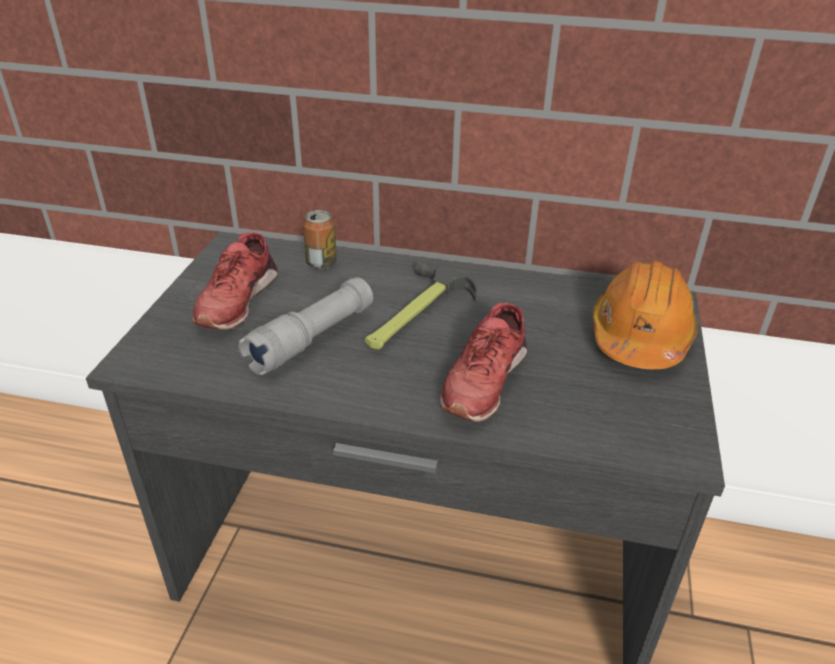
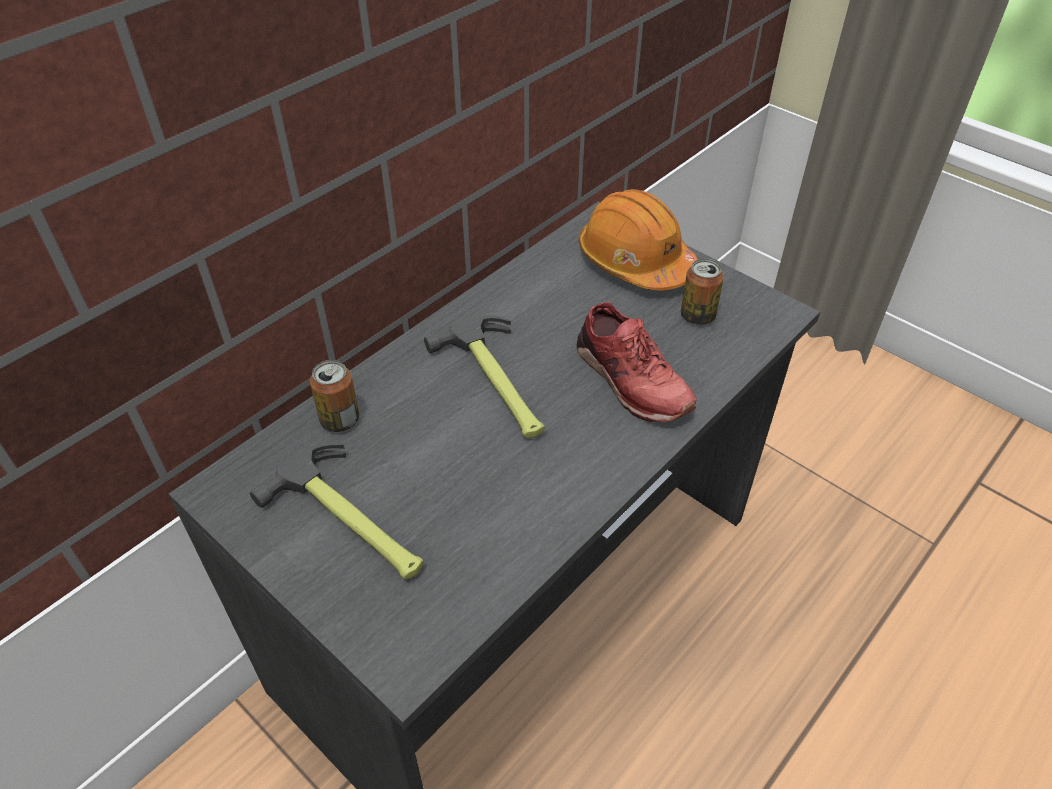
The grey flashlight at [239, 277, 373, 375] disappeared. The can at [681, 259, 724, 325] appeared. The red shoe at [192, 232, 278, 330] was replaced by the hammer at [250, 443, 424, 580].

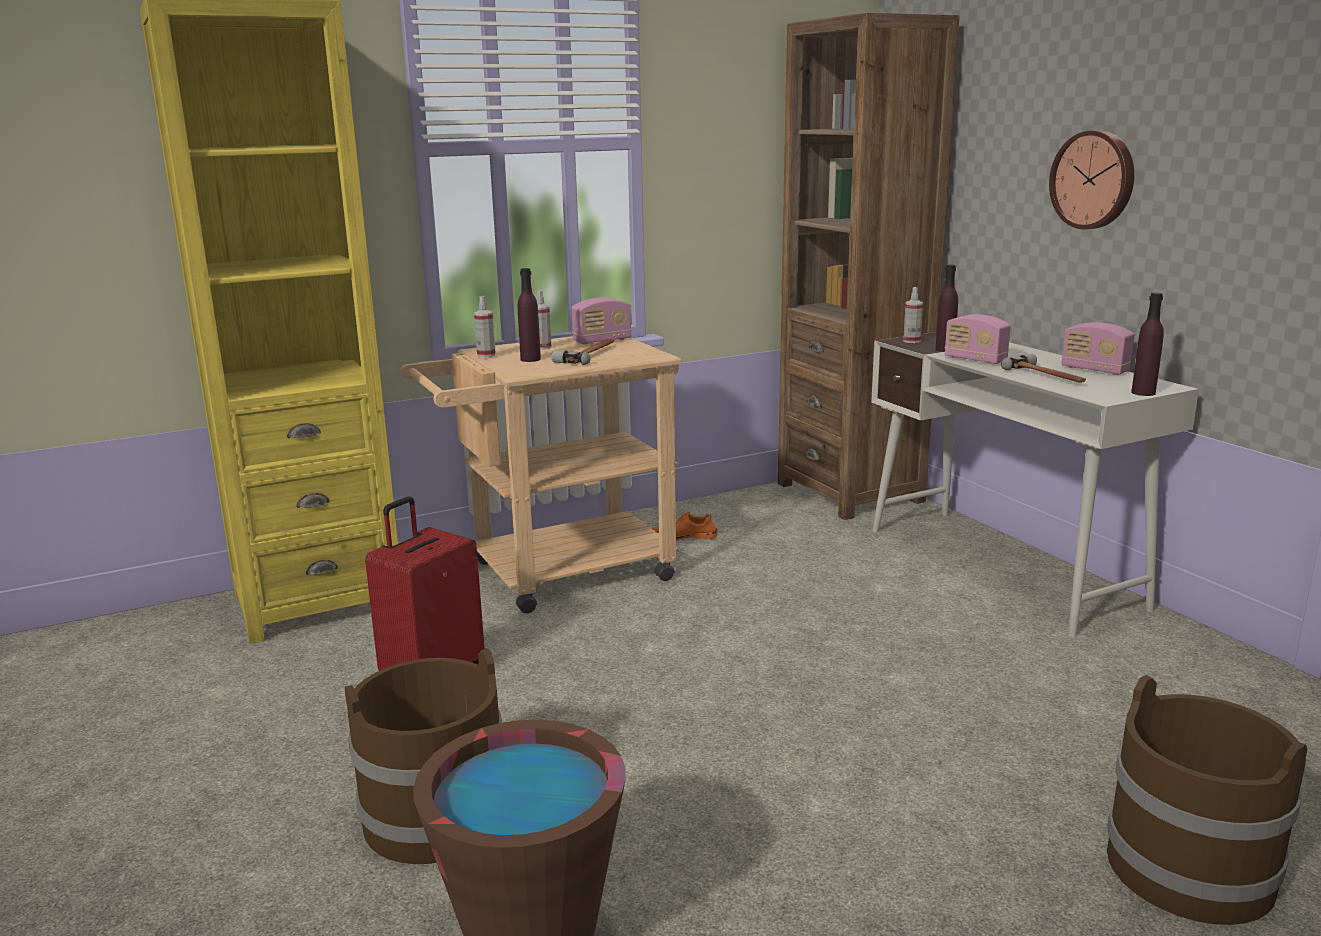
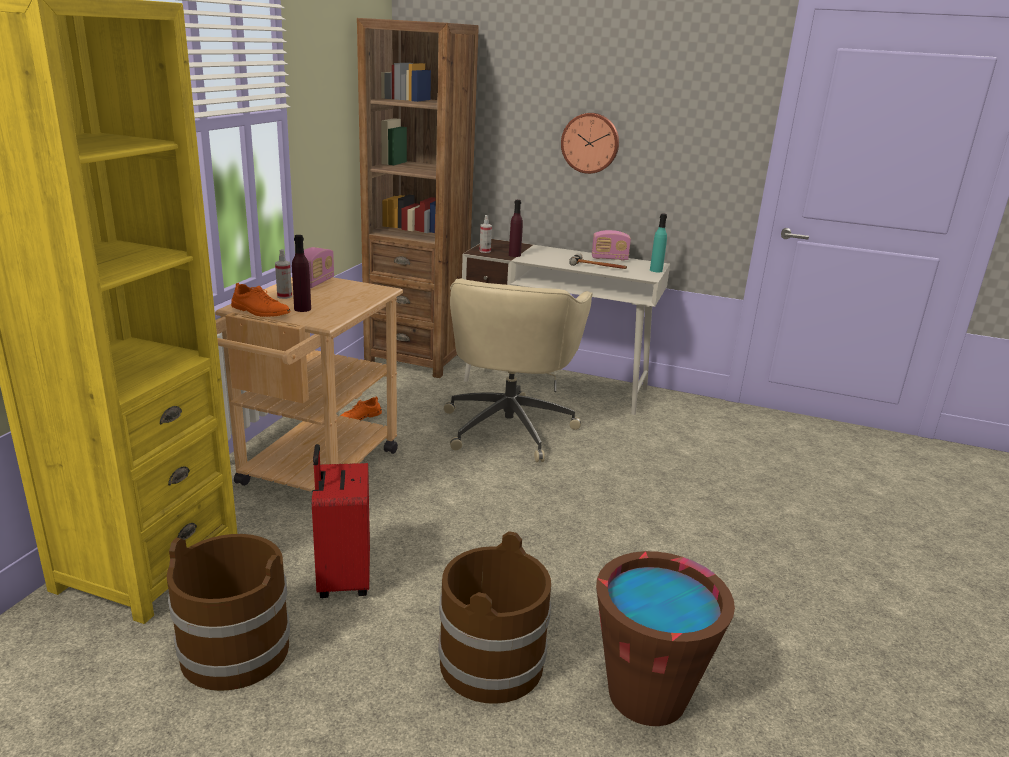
The hammer at [551, 339, 614, 365] disappeared. The radio at [945, 314, 1011, 364] disappeared. The beige office chair at [444, 278, 592, 462] appeared. The brown bucket moved from [1107, 675, 1307, 925] to [167, 534, 290, 691]. The spray bottle at [474, 296, 496, 357] was replaced by the orange shoe at [231, 283, 290, 317]. The purple bottle at [1131, 292, 1164, 396] became the turquoise bottle at [650, 214, 667, 272].

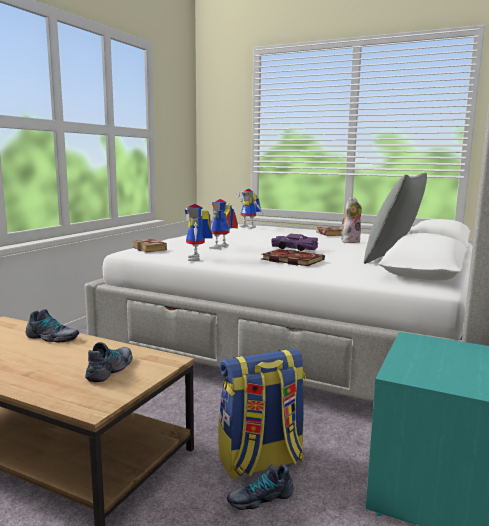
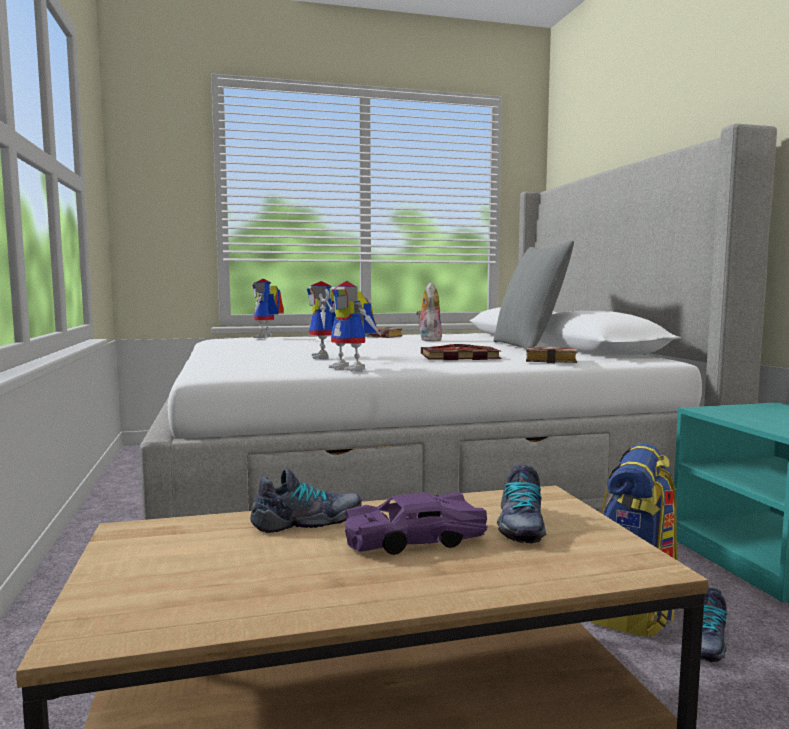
The book moved from [133, 239, 167, 253] to [526, 347, 578, 363]. The purple toy car moved from [272, 234, 318, 251] to [345, 492, 488, 555]. The shoe at [85, 342, 132, 382] turned 150 degrees counterclockwise. The toy robot at [235, 189, 263, 229] turned 90 degrees clockwise.

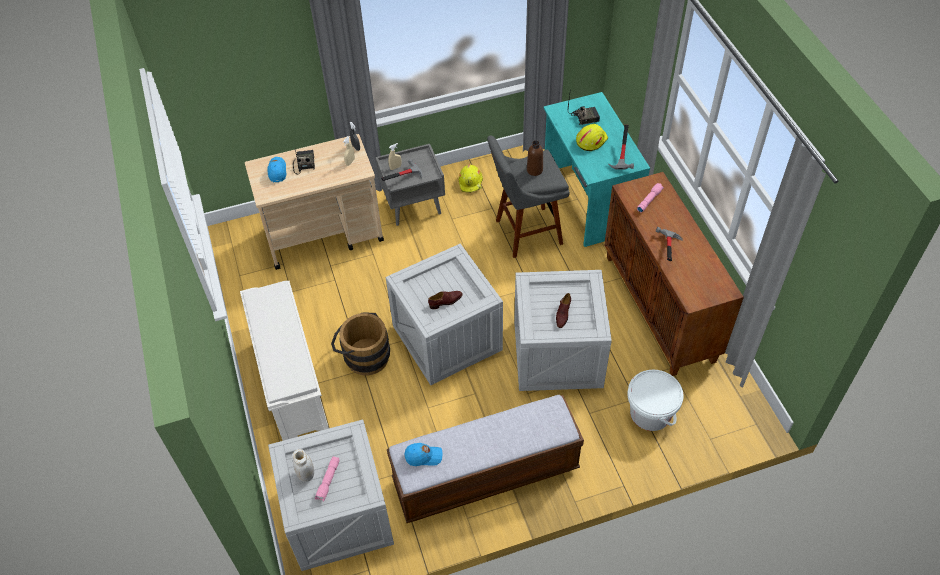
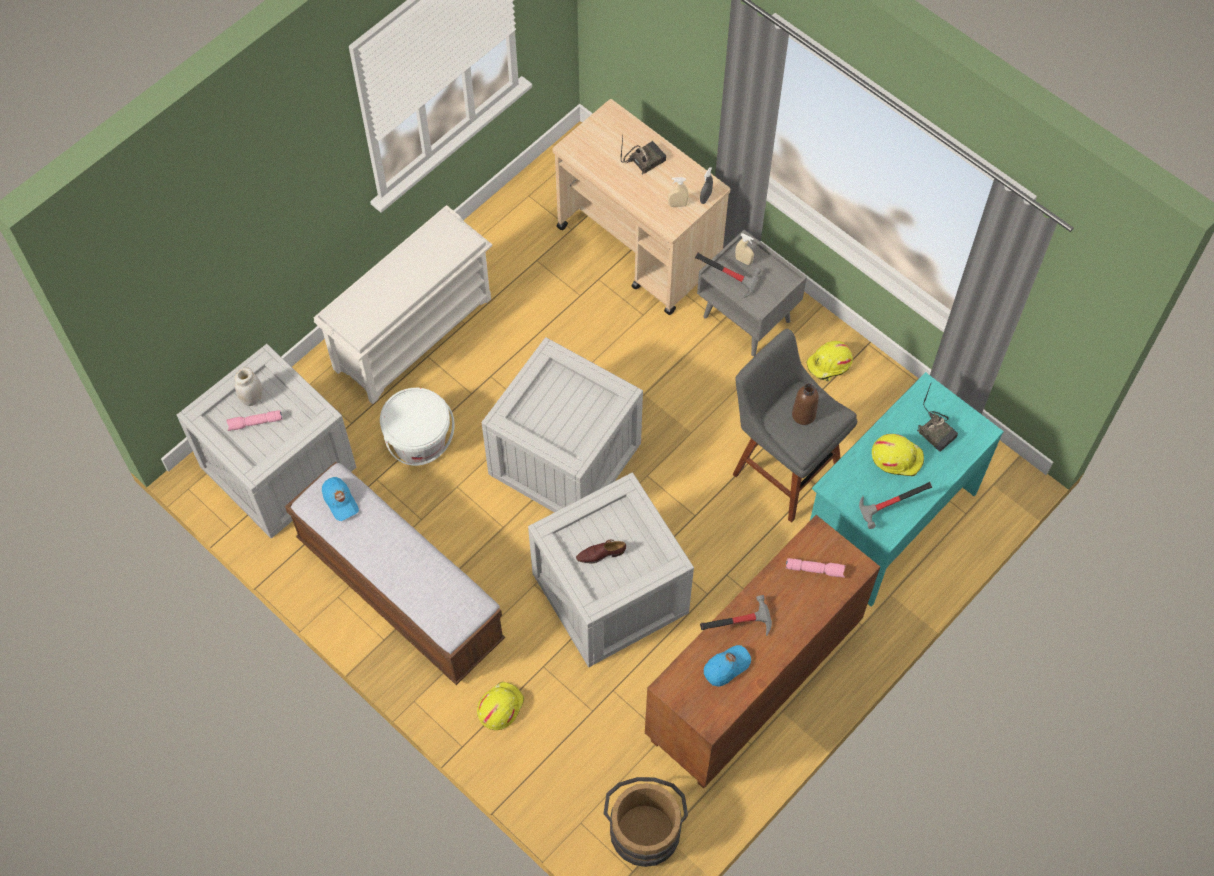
The brown shoe at [428, 291, 463, 309] disappeared. The yellow hard hat at [477, 682, 524, 730] appeared. The blue cap moved from [268, 157, 286, 182] to [704, 645, 751, 686]. The brown bucket moved from [331, 313, 390, 375] to [604, 777, 688, 867]. The white bucket moved from [627, 370, 684, 431] to [380, 388, 455, 466].

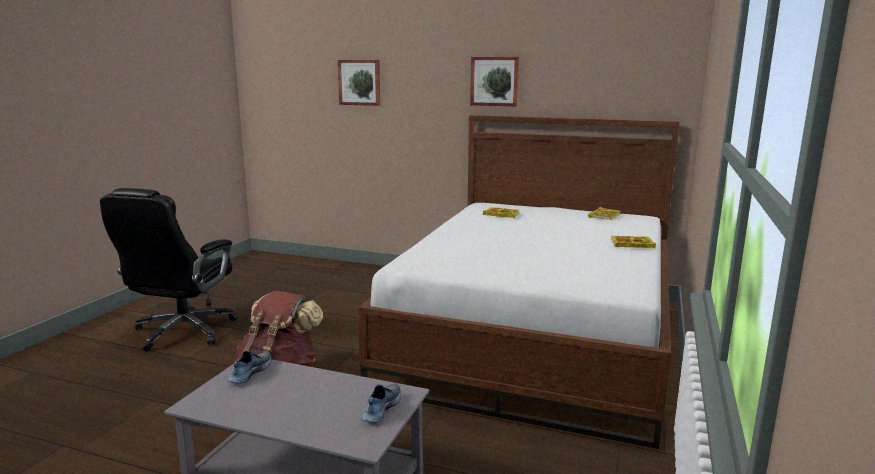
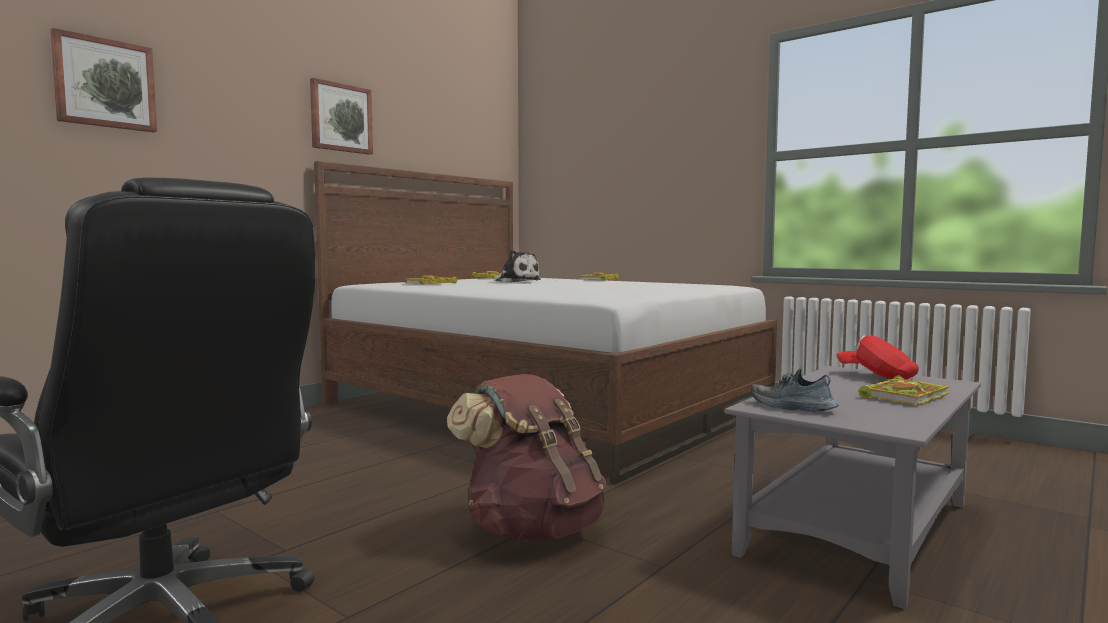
The plush toy at [493, 250, 541, 283] appeared. The book at [859, 376, 950, 405] appeared. The shoe at [361, 383, 401, 423] was replaced by the red cap at [836, 335, 919, 380].

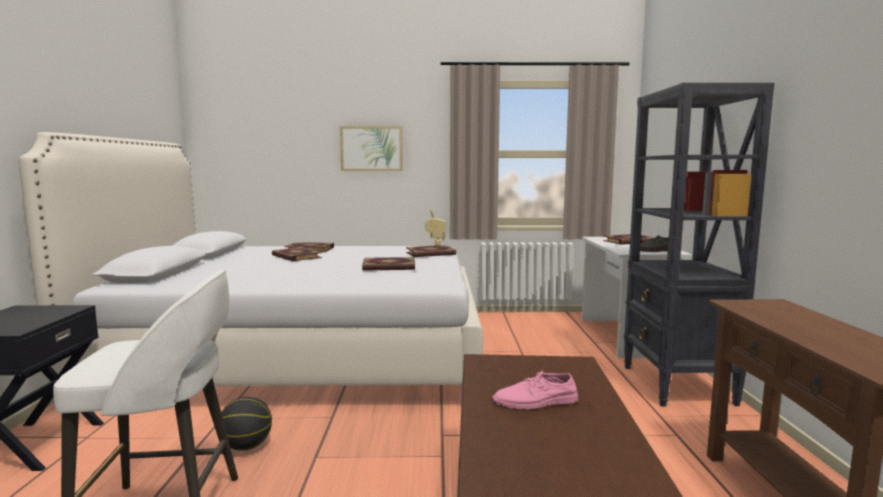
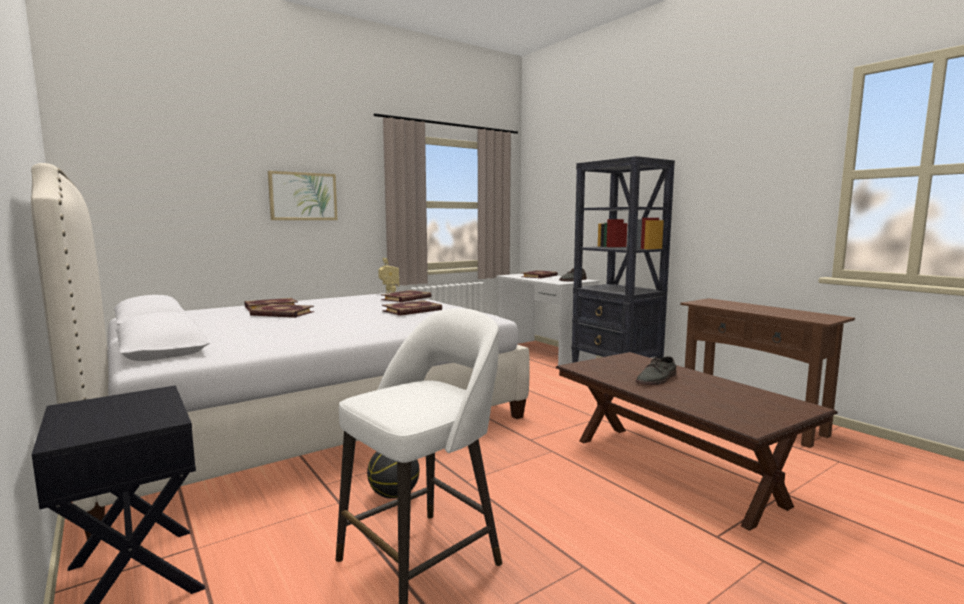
The pink shoe at [492, 370, 578, 410] became the grey shoe at [636, 356, 677, 385].

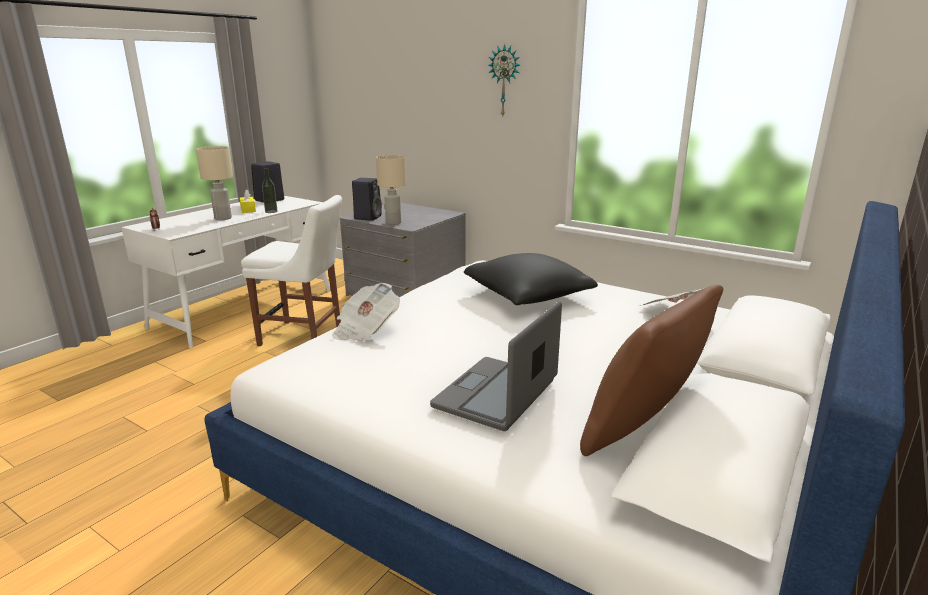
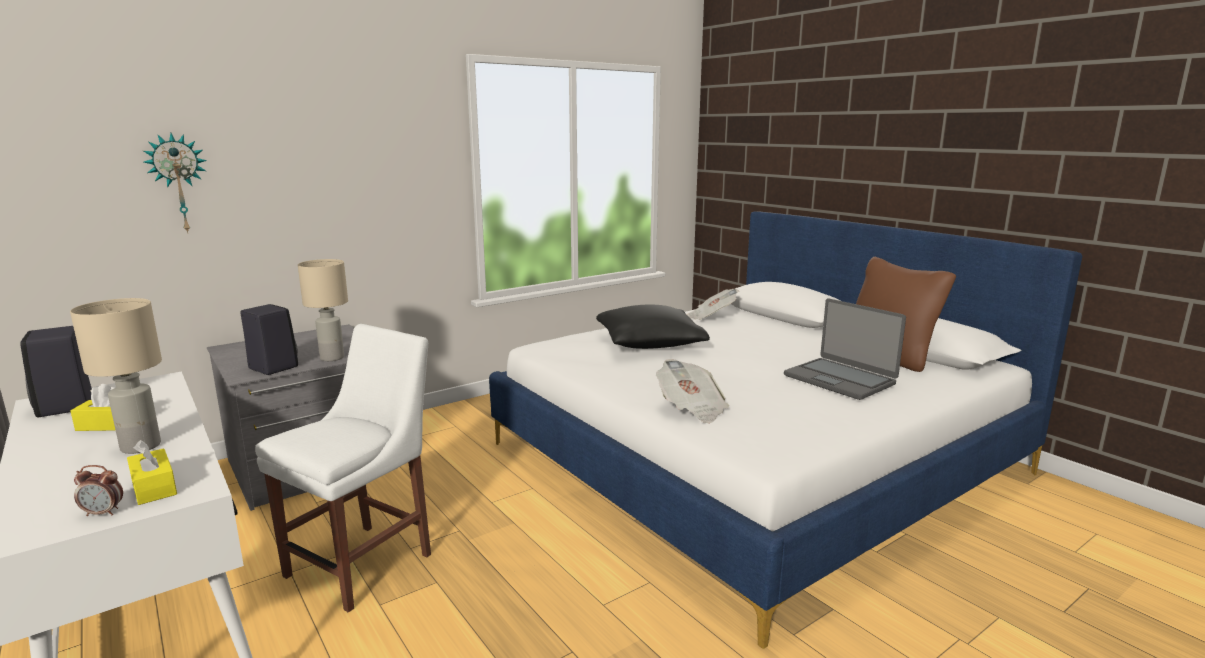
The bottle at [262, 168, 277, 213] disappeared. The yellow tissue box at [127, 440, 177, 505] appeared. The wall clock moved from [488, 44, 520, 118] to [144, 133, 207, 233].

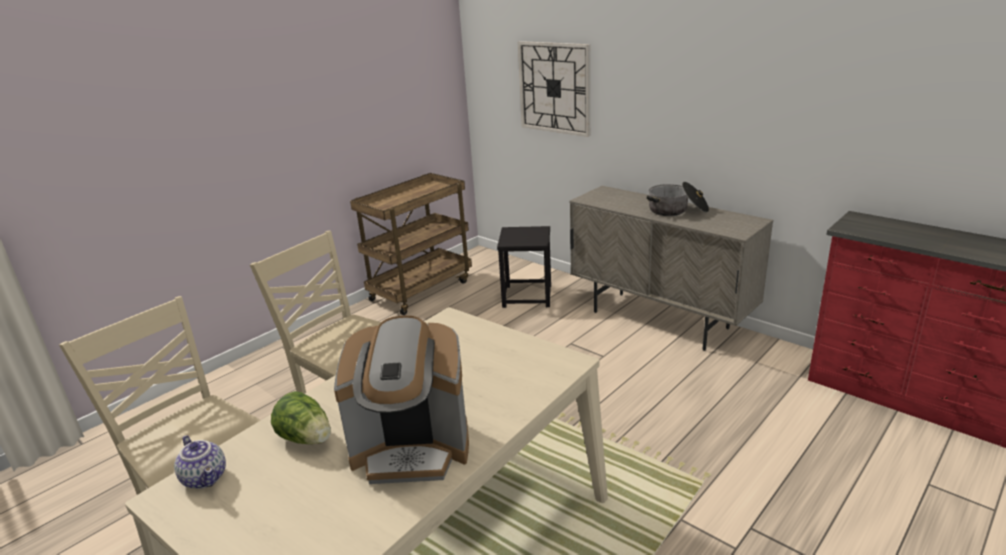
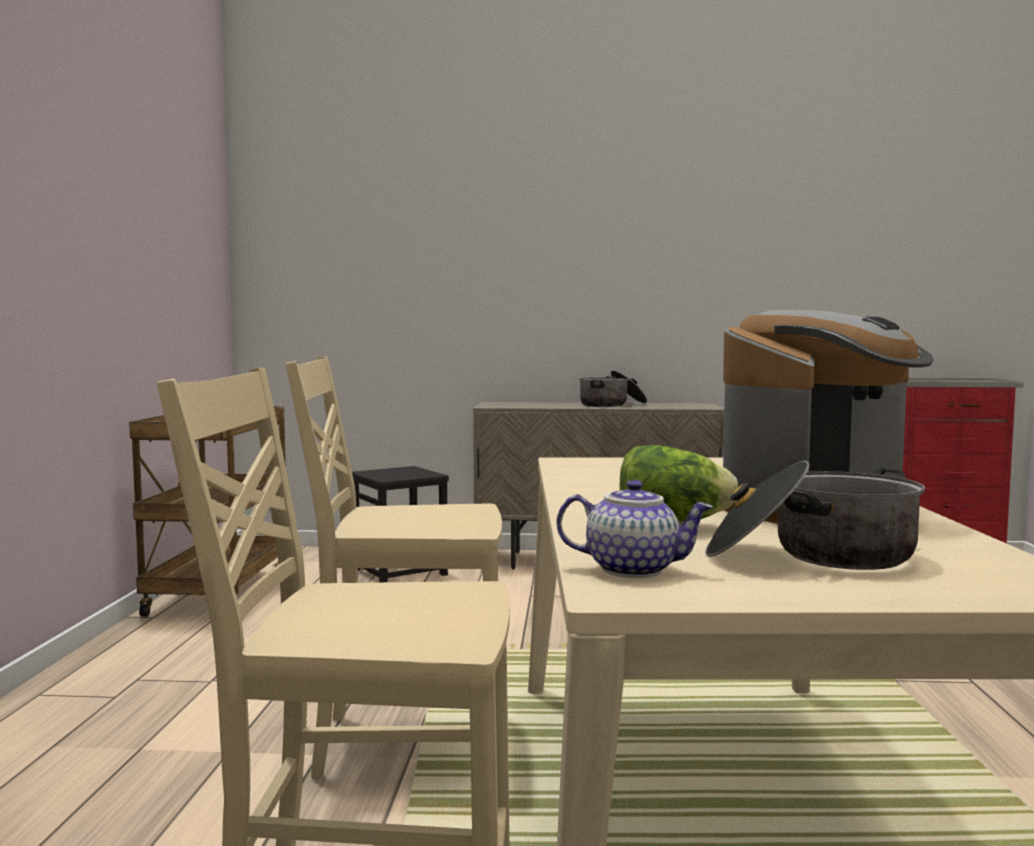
The wall clock at [518, 41, 590, 137] disappeared. The cooking pot at [705, 460, 925, 570] appeared.

